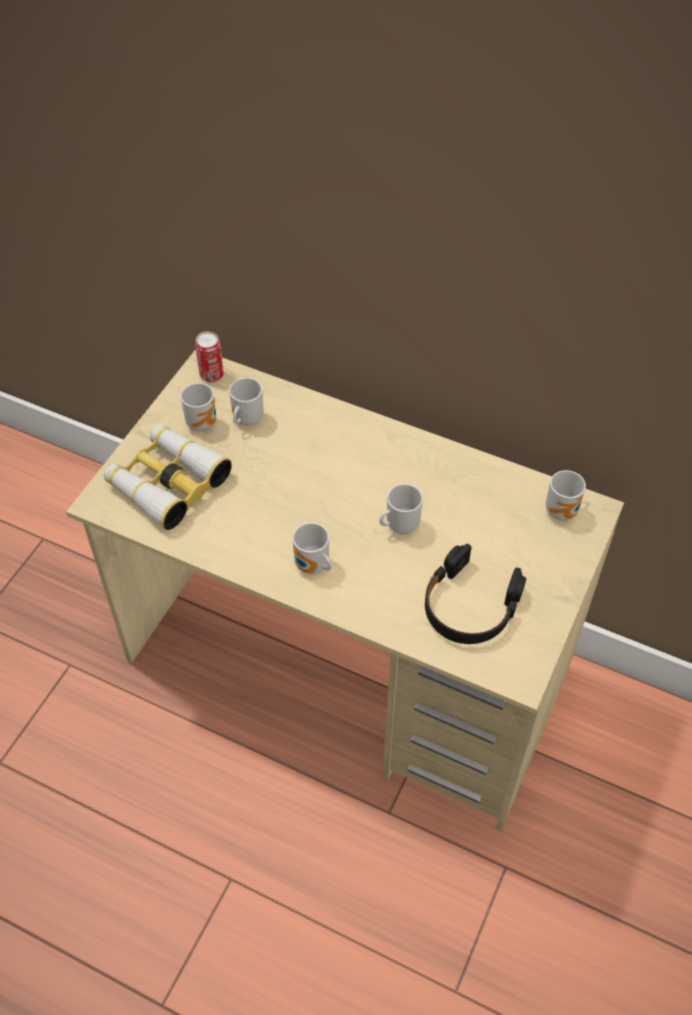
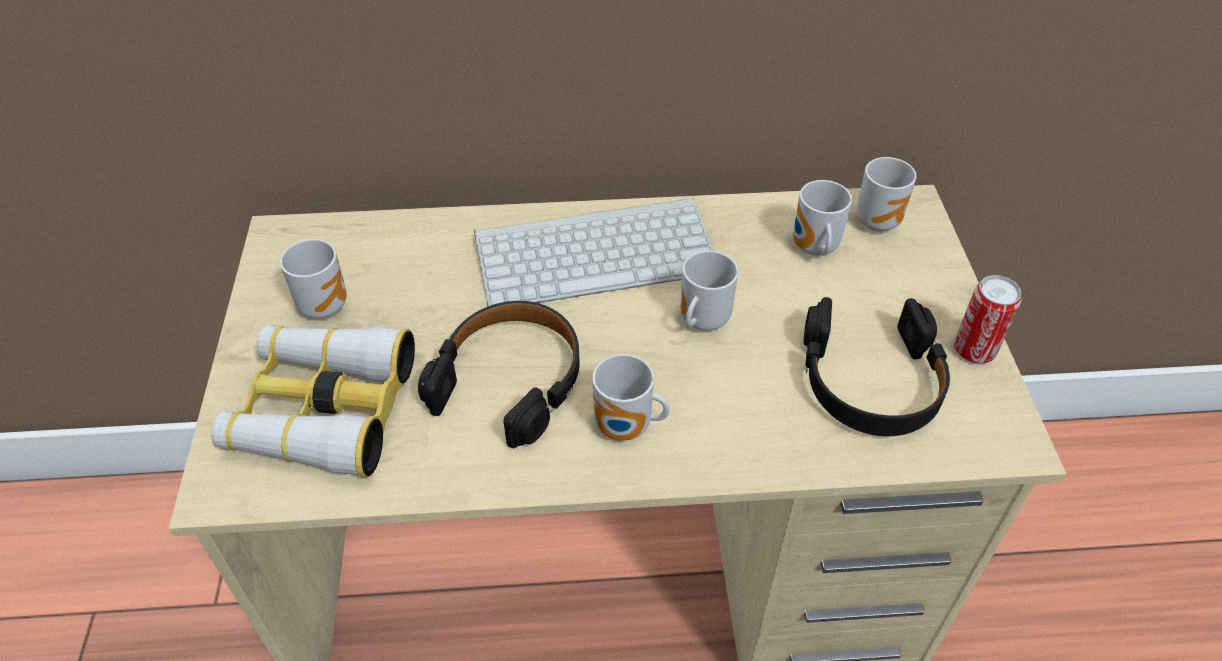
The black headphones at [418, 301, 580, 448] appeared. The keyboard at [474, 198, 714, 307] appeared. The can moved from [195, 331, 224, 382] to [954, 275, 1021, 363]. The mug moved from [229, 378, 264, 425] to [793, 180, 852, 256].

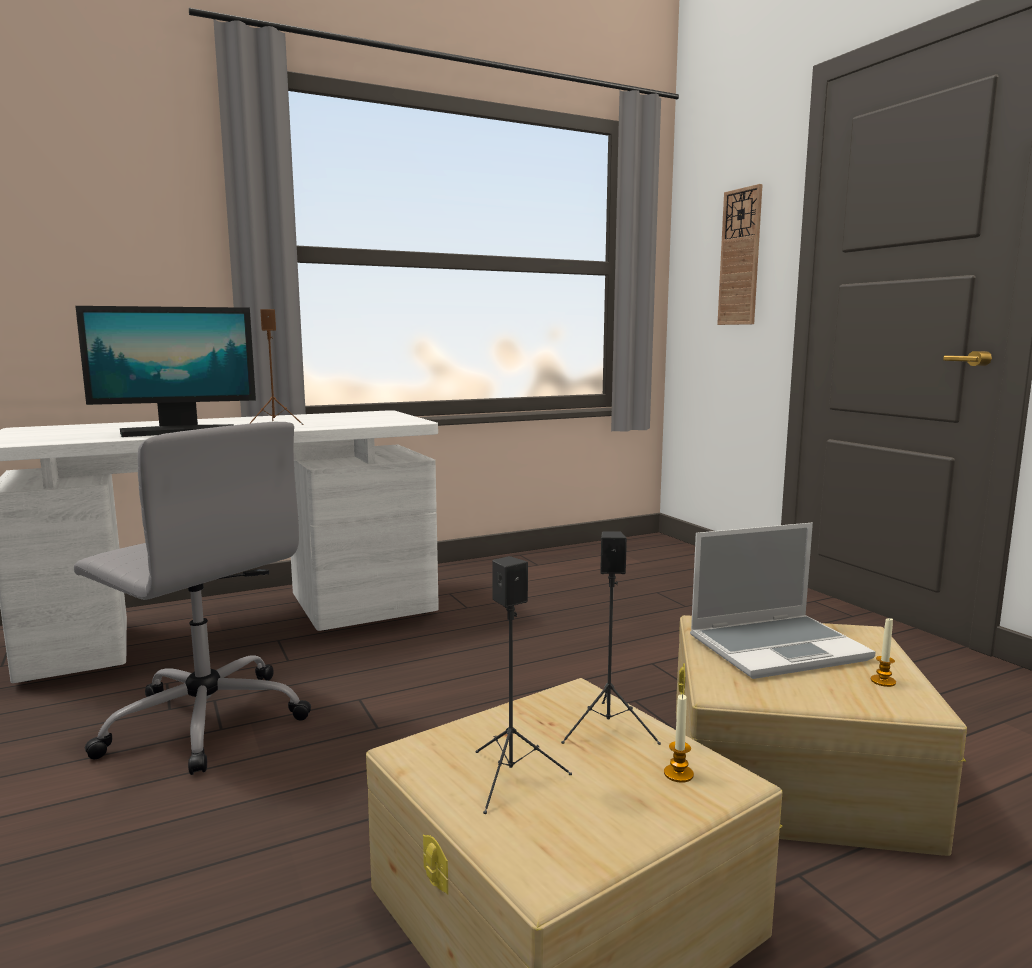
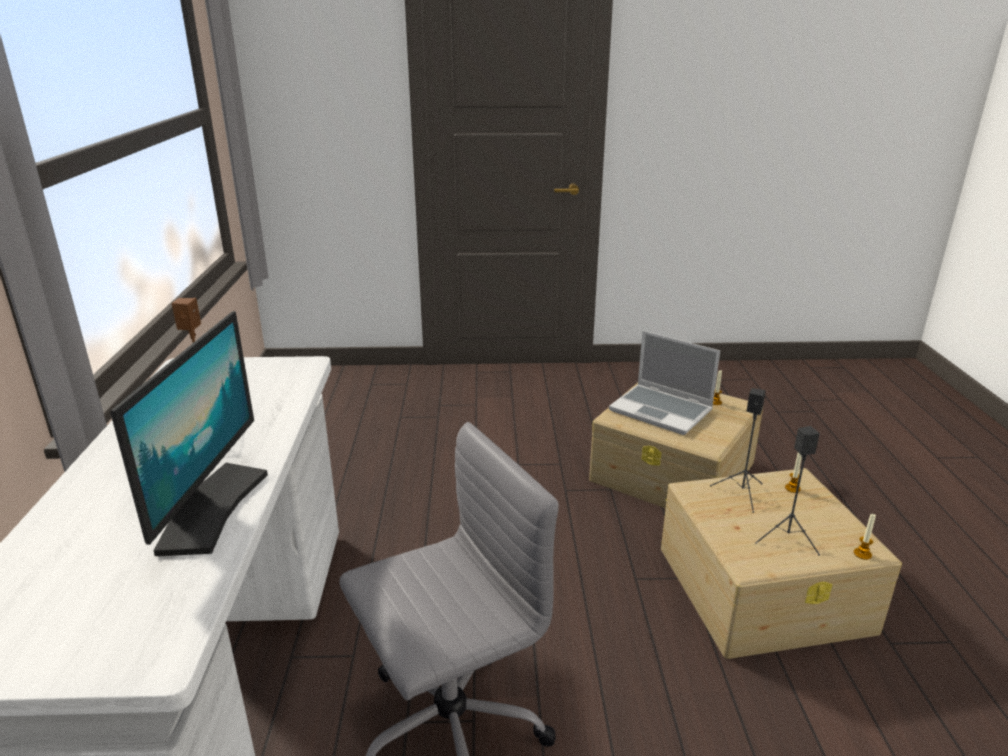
The wall clock at [717, 184, 763, 325] disappeared. The candle at [854, 513, 876, 560] appeared. The laptop at [690, 523, 876, 679] turned 120 degrees clockwise.

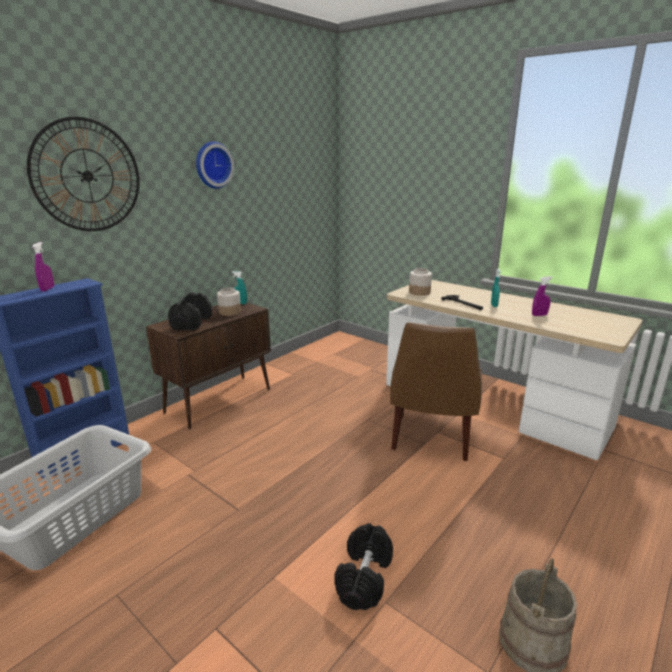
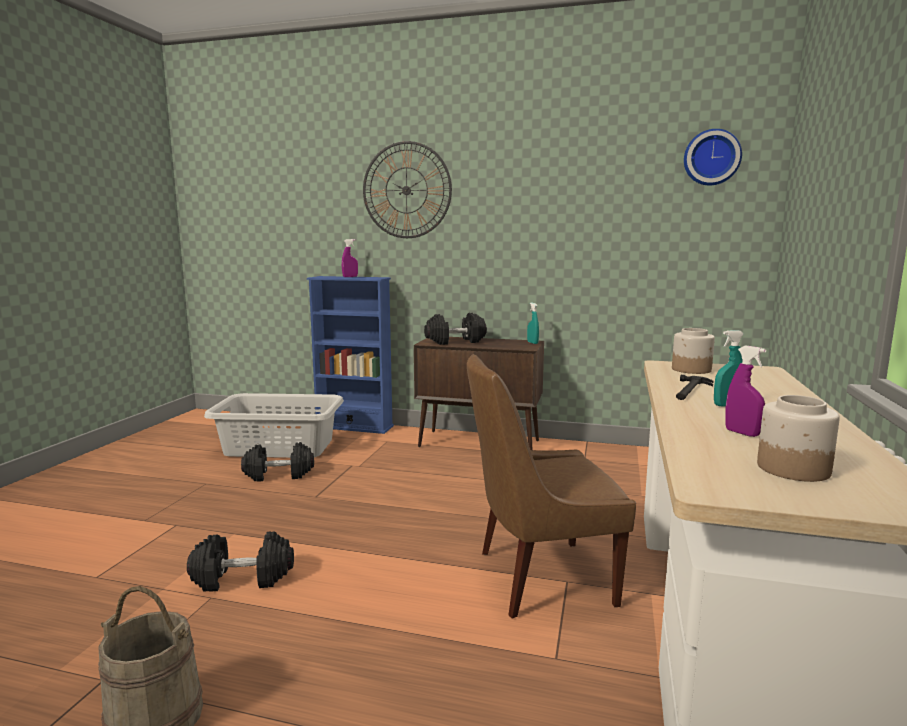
The black dumbbell at [241, 442, 314, 482] appeared. The wall clock moved from [196, 141, 234, 189] to [684, 129, 742, 185]. The jar moved from [217, 288, 241, 316] to [757, 395, 840, 482].

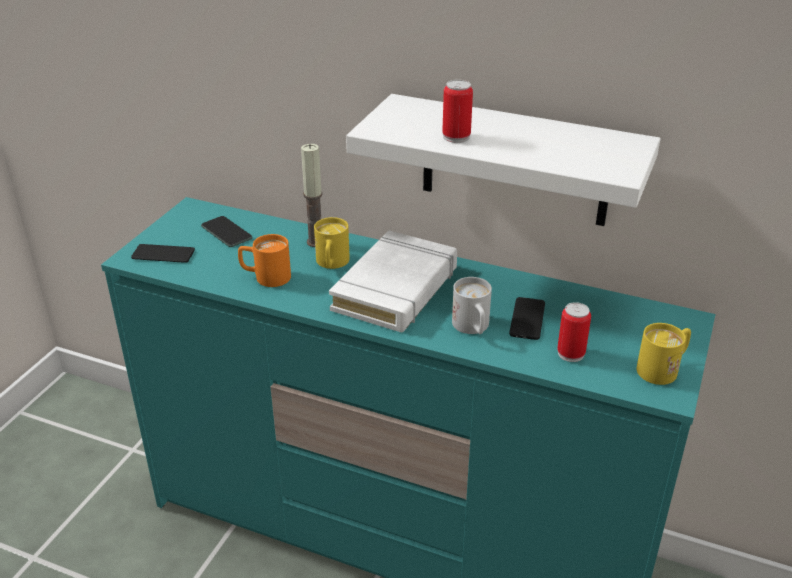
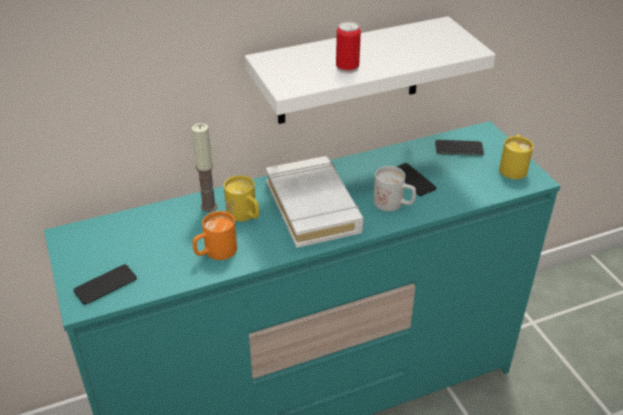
The can at [557, 302, 591, 362] disappeared. The phone moved from [201, 216, 253, 247] to [435, 140, 484, 156].

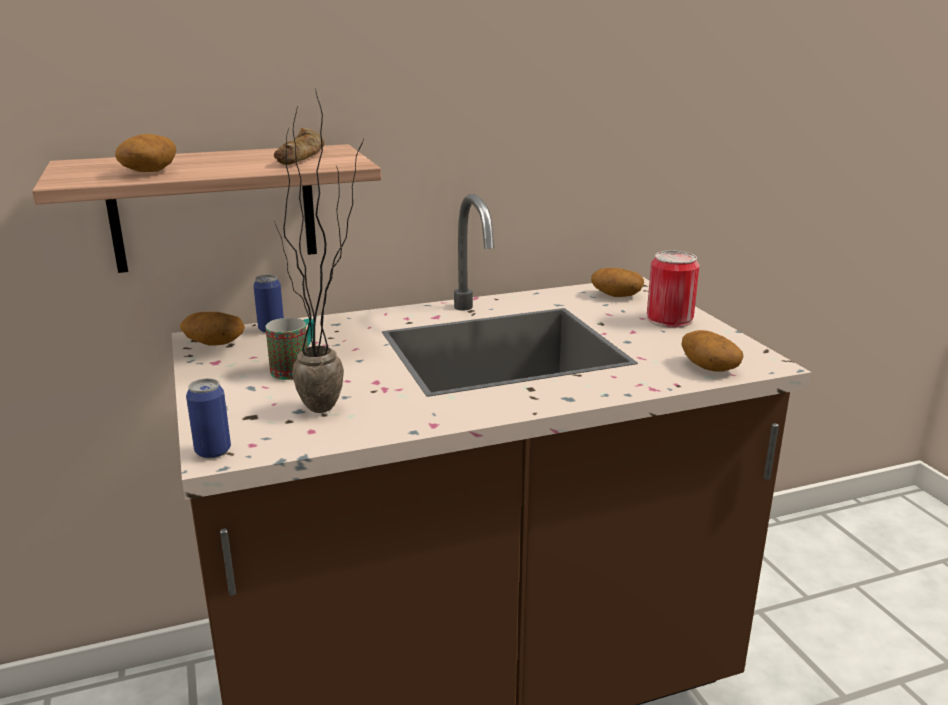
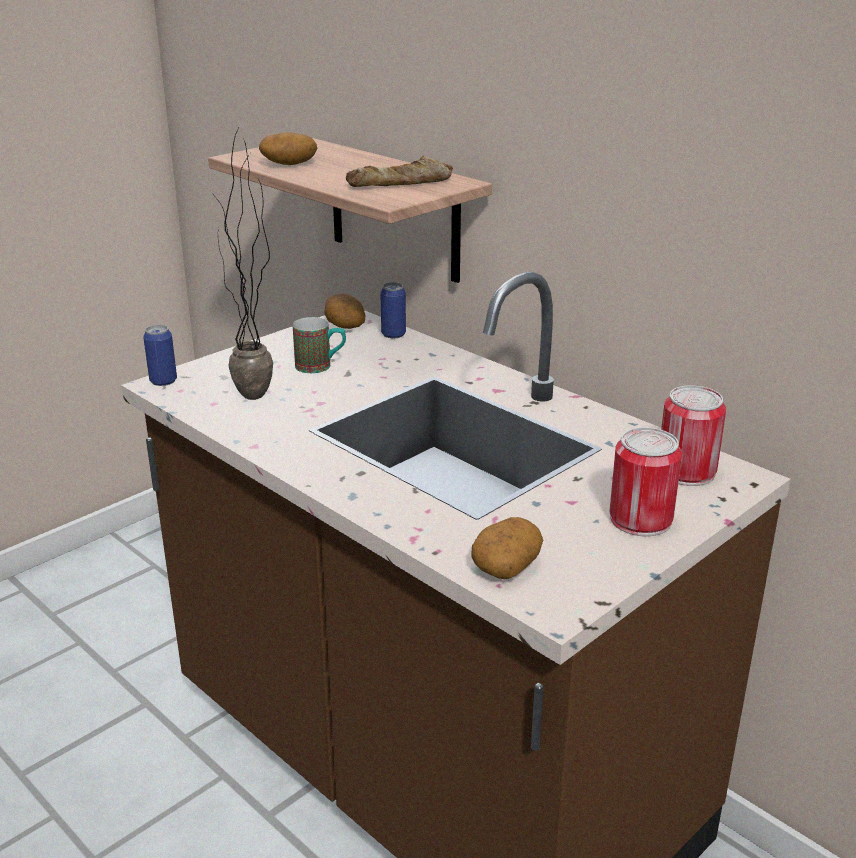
The potato at [591, 268, 644, 297] was replaced by the can at [661, 385, 726, 486].

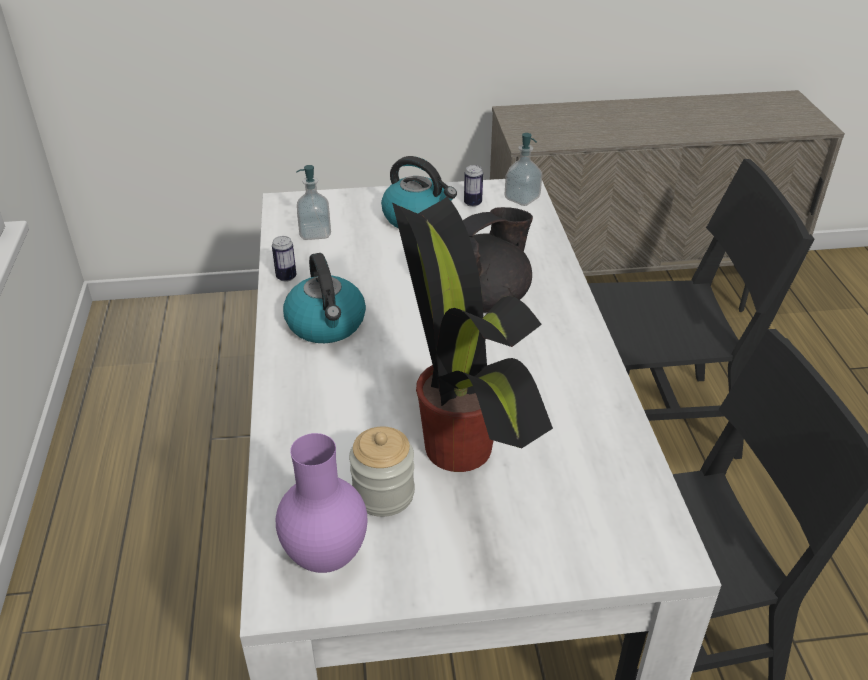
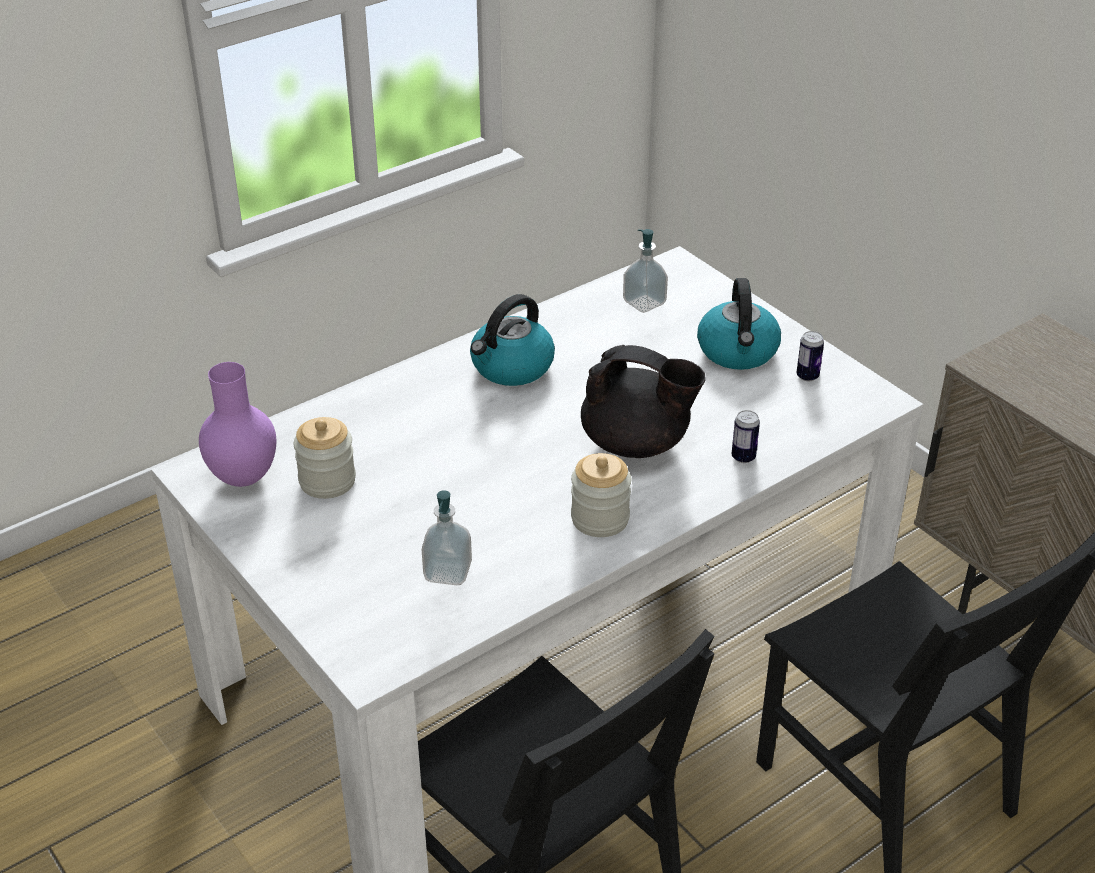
The potted plant at [392, 197, 553, 472] disappeared. The jar at [571, 453, 631, 537] appeared. The can moved from [272, 236, 296, 282] to [732, 410, 760, 463]. The soap dispenser moved from [504, 133, 542, 206] to [422, 490, 472, 585].

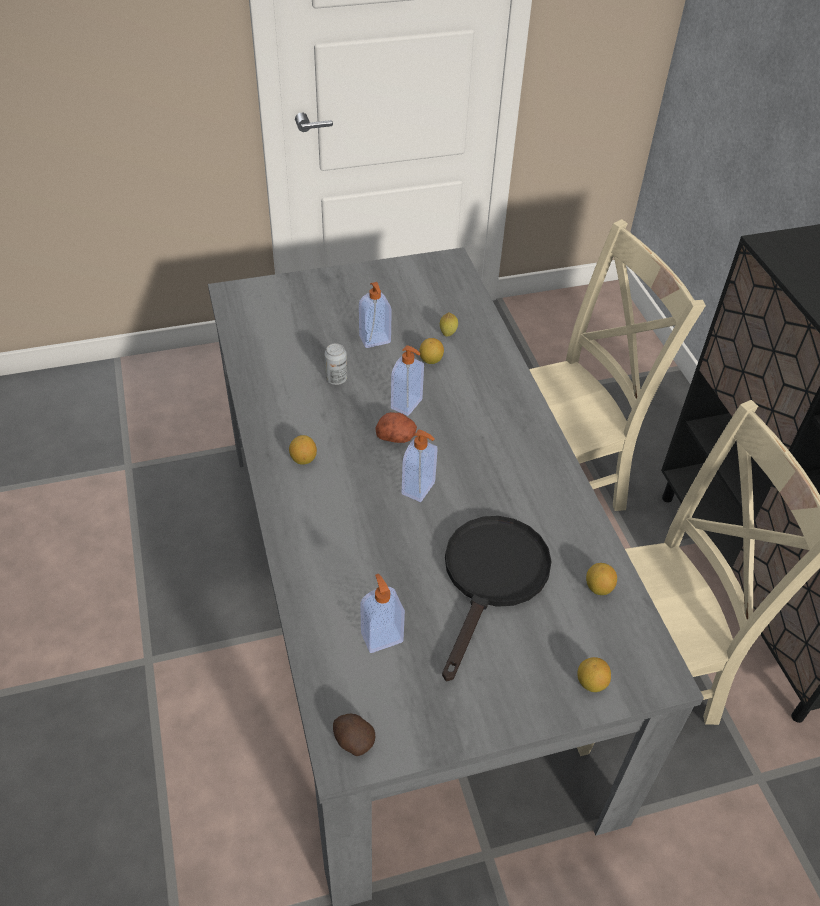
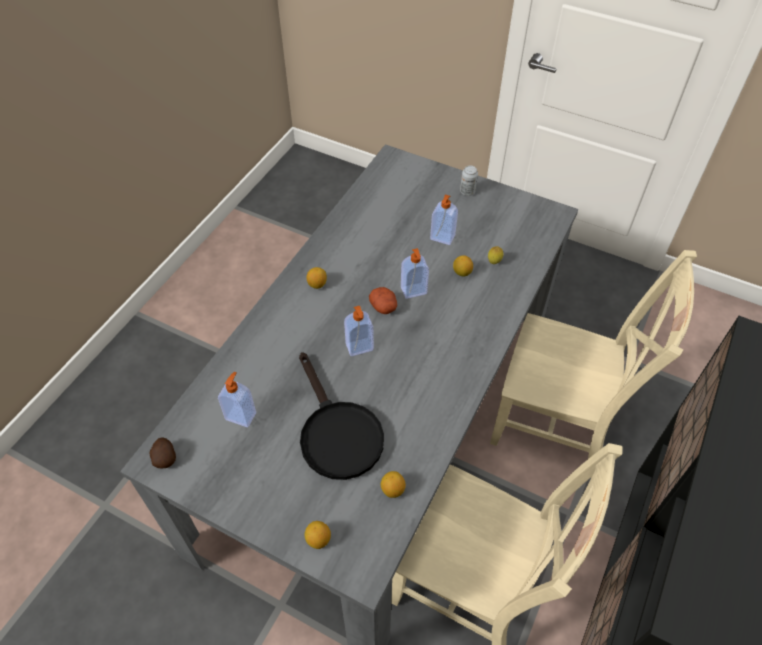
The can moved from [325, 343, 347, 385] to [460, 166, 478, 196]. The black frying pan at [442, 516, 552, 682] turned 90 degrees clockwise.

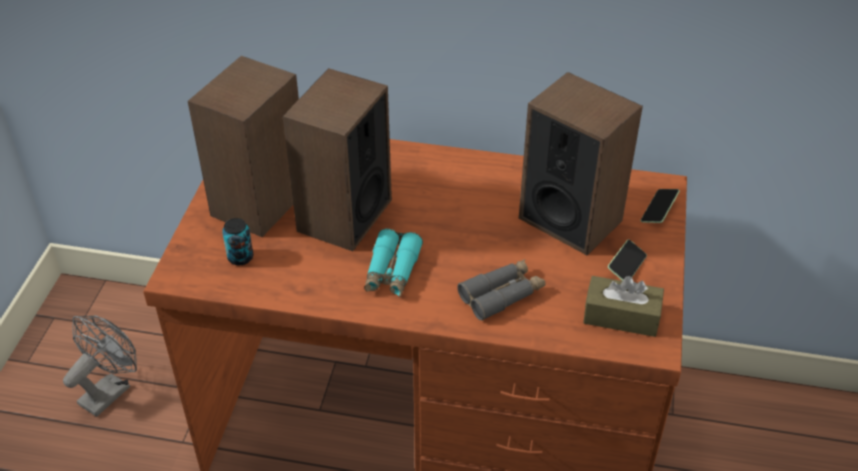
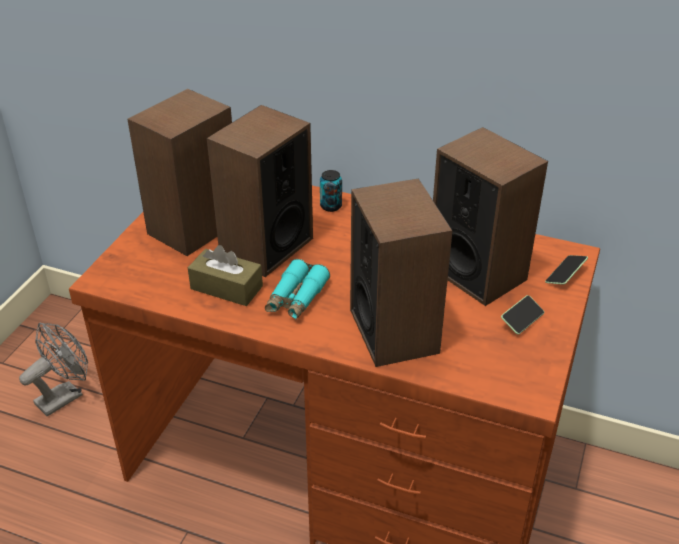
The can moved from [222, 218, 253, 265] to [320, 170, 342, 212]. The brown tissue box moved from [583, 276, 664, 337] to [188, 245, 263, 306]. The grey binoculars at [457, 259, 545, 321] was replaced by the speaker at [350, 178, 453, 367].

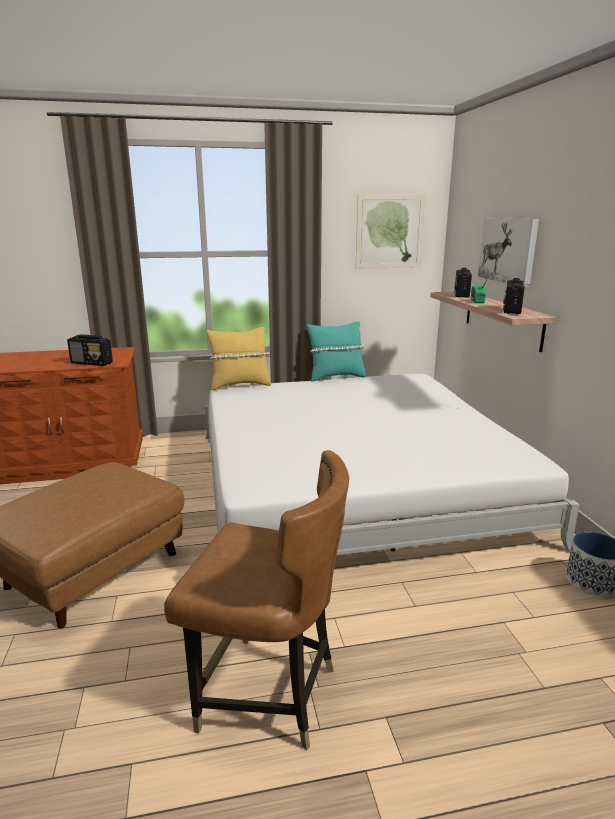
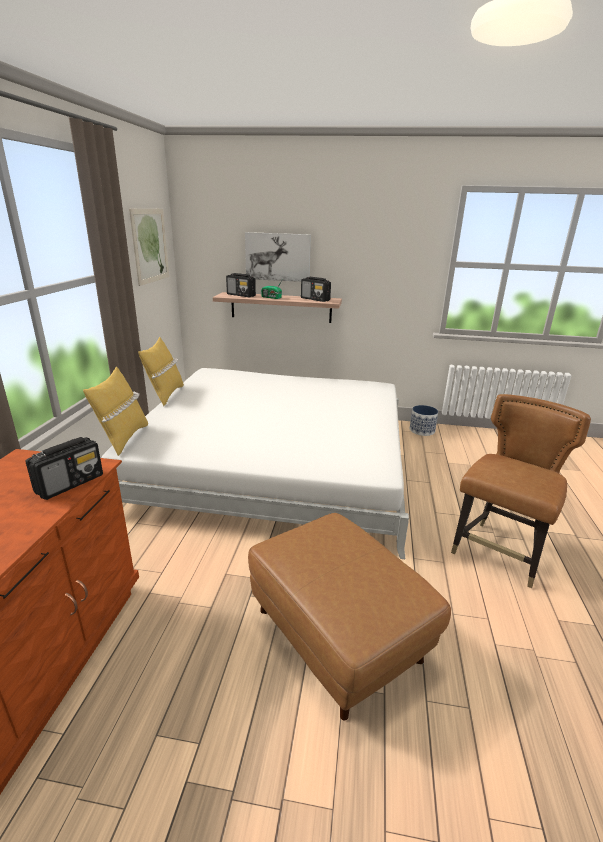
The turquoise pillow at [307, 321, 366, 382] became the yellow pillow at [138, 337, 184, 406].

